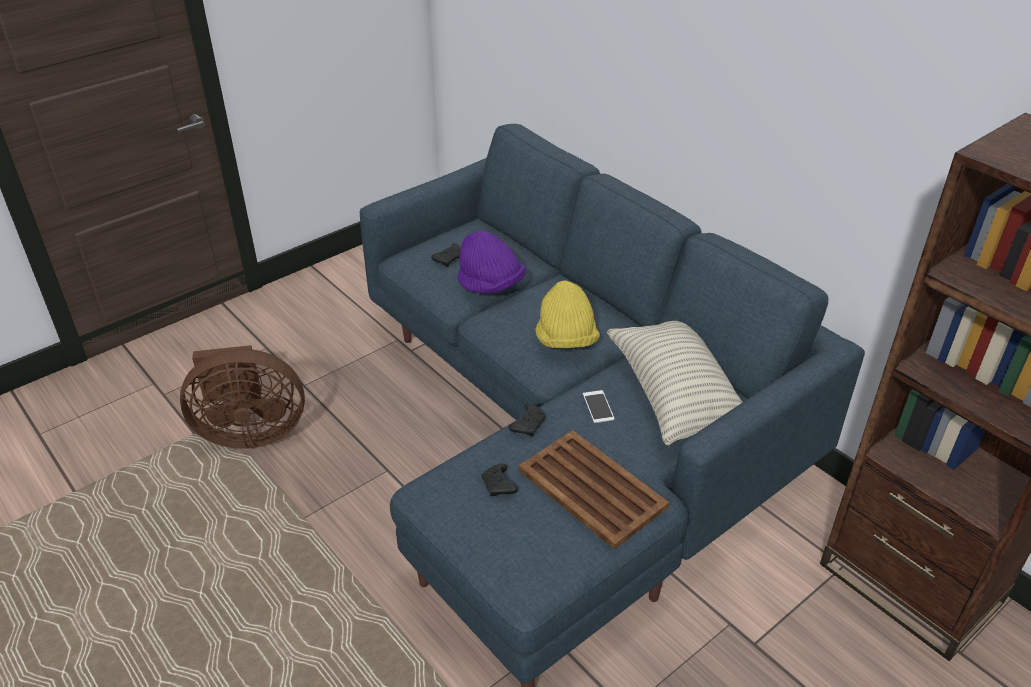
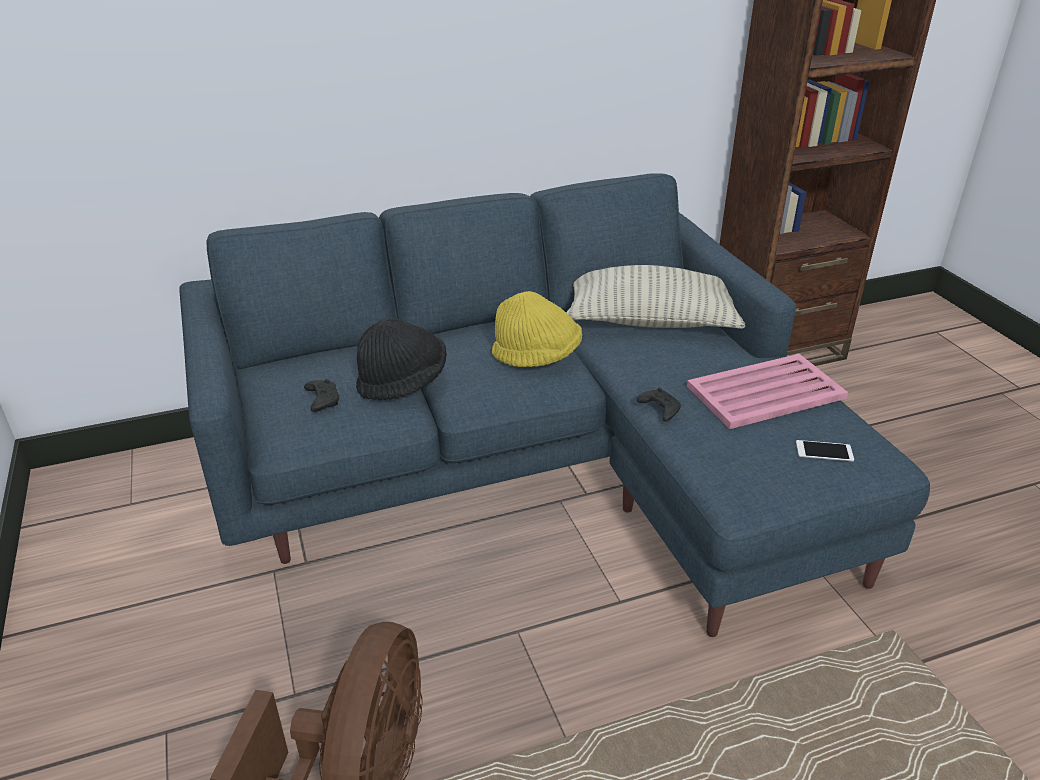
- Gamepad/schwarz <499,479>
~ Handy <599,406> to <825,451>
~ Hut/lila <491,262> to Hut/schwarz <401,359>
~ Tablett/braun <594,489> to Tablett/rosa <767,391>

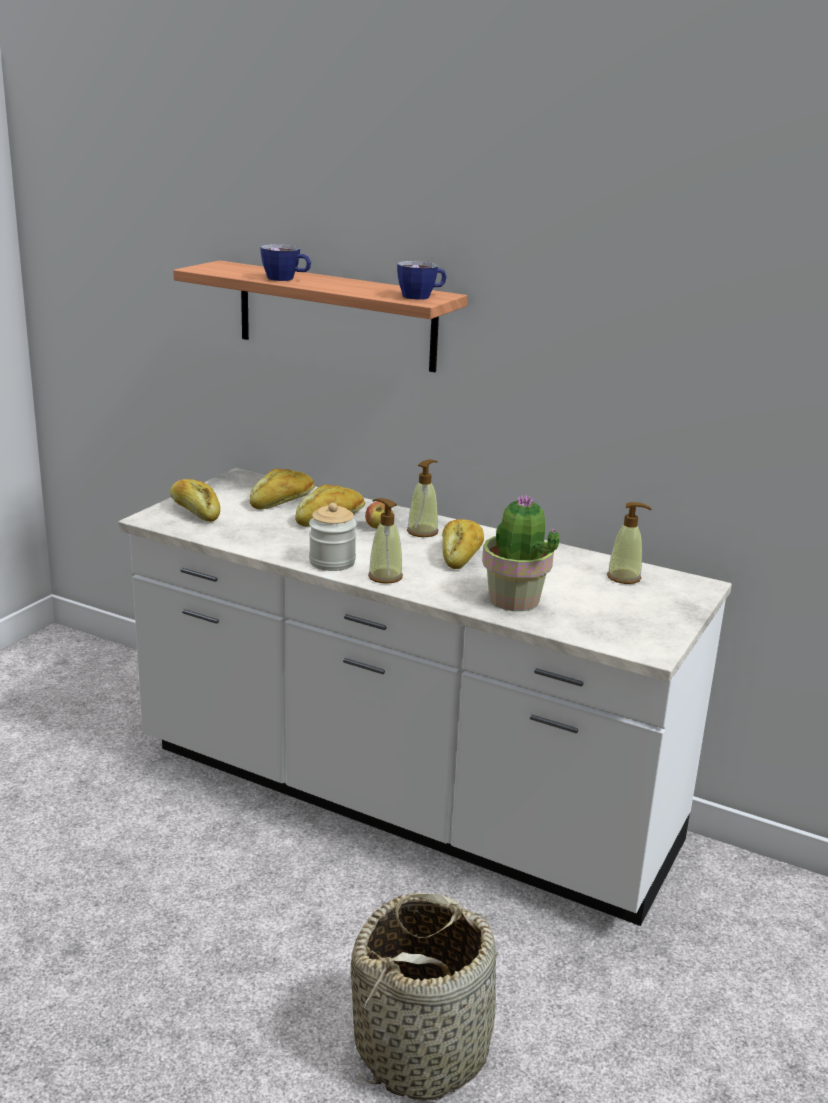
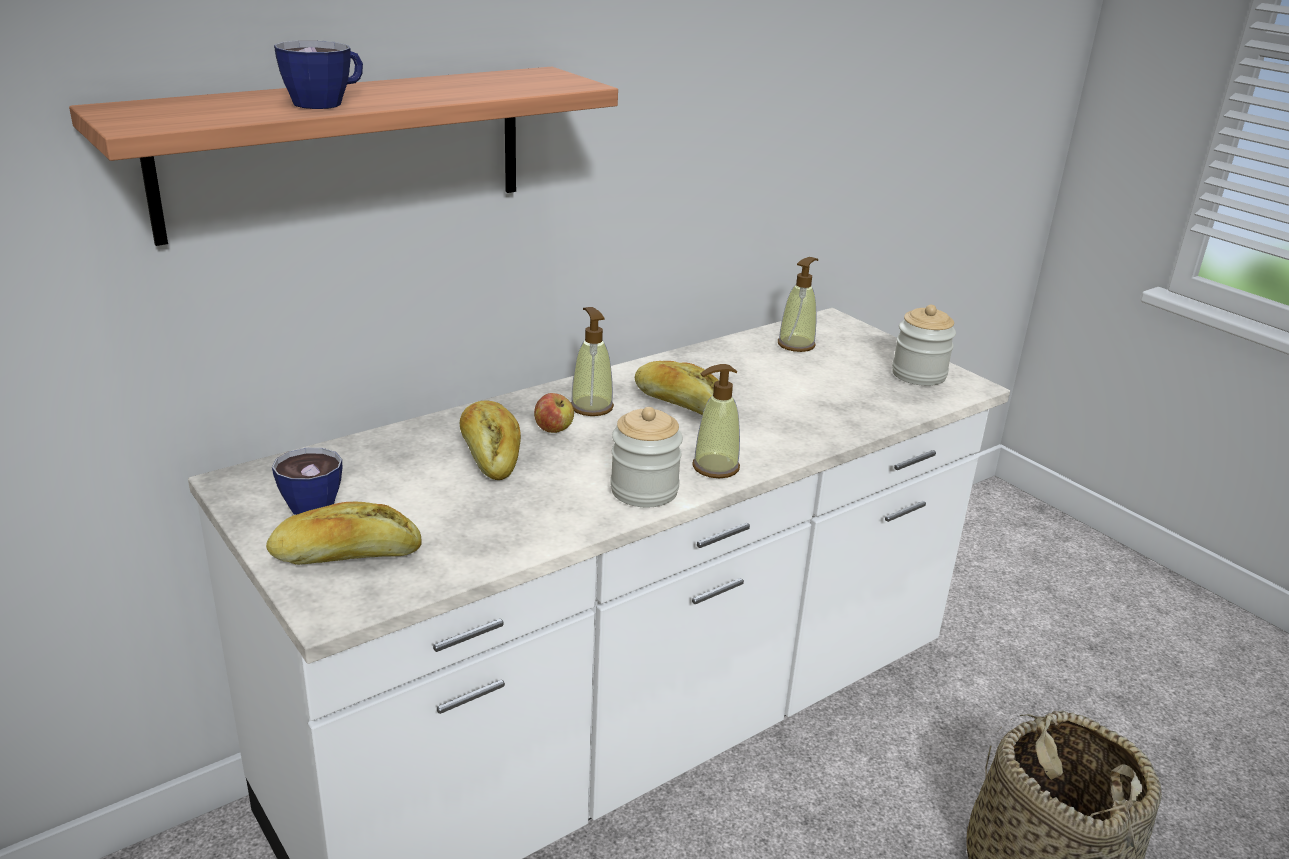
- Brot <282,489>
- Topfpflanze <520,552>
+ Vorratsglas <924,345>
~ Tasse <422,280> to <307,481>

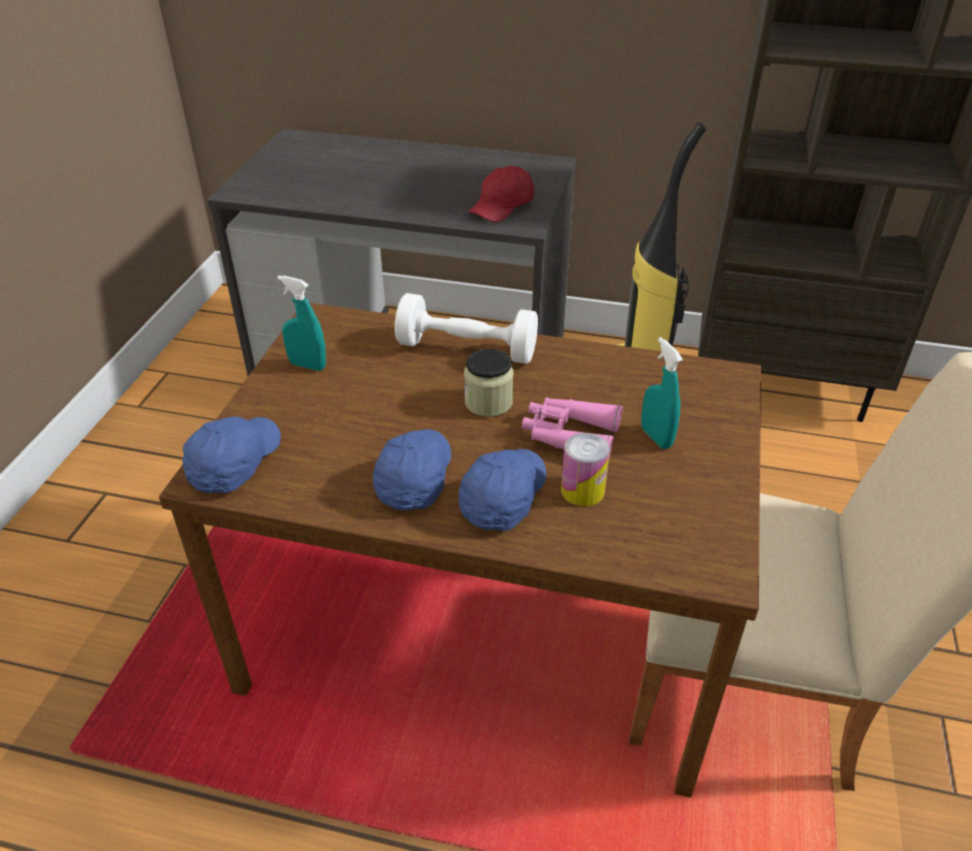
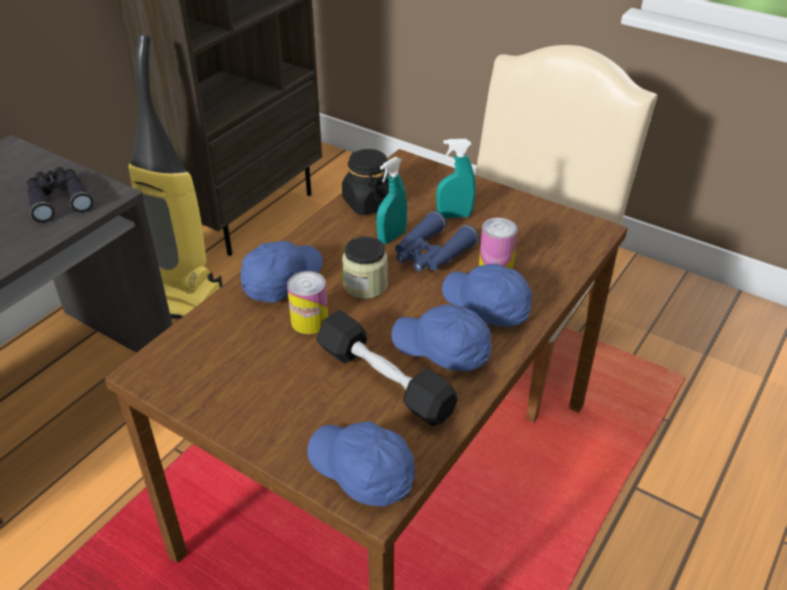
+ Dose <307,302>
+ Hantel/schwarz <387,368>
+ Vorratsglas/schwarz <365,182>
~ Sprühflasche/türkis <301,323> to <391,200>
~ Hantel/weiß <466,328> to Kappe/blau <281,272>
~ Kappe/rot <501,194> to Fernglas/schwarz <60,195>
~ Fernglas/rosa <572,427> to Fernglas/blau <437,241>

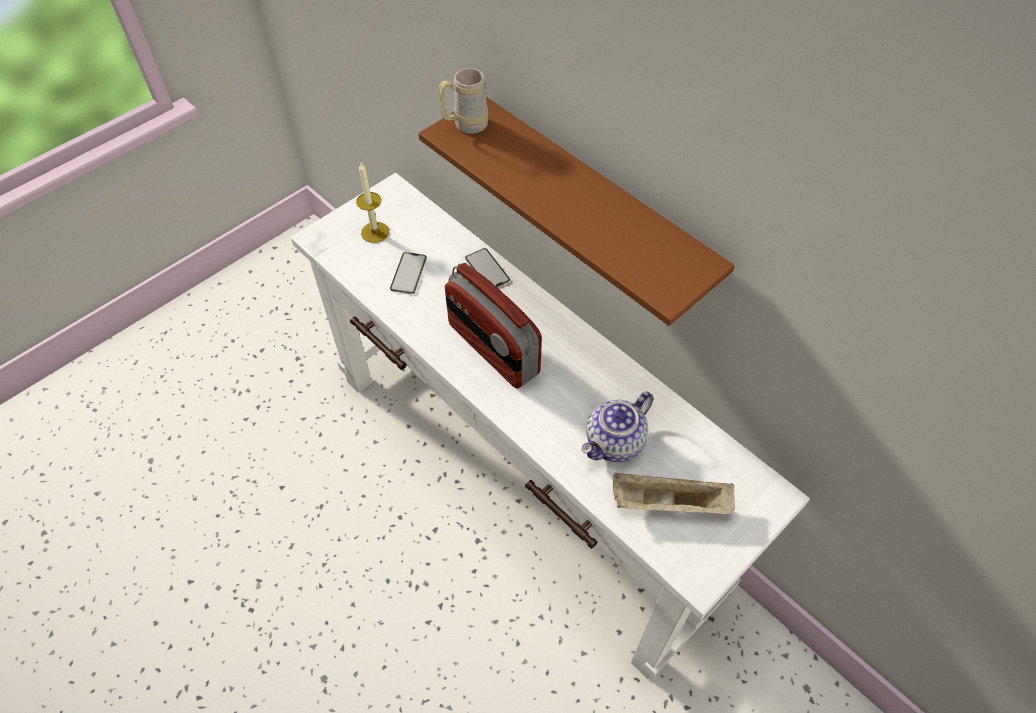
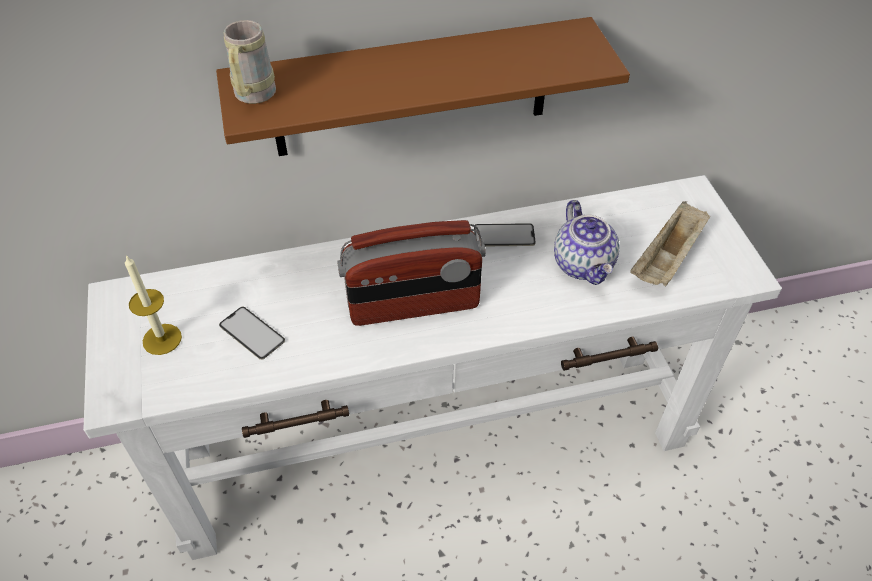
~ Handy <487,267> to <505,234>

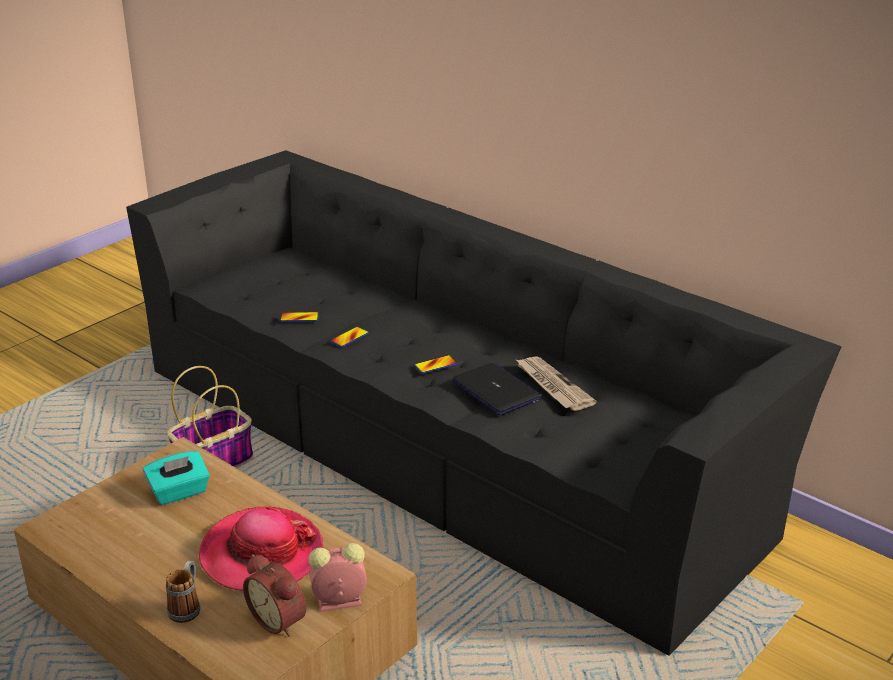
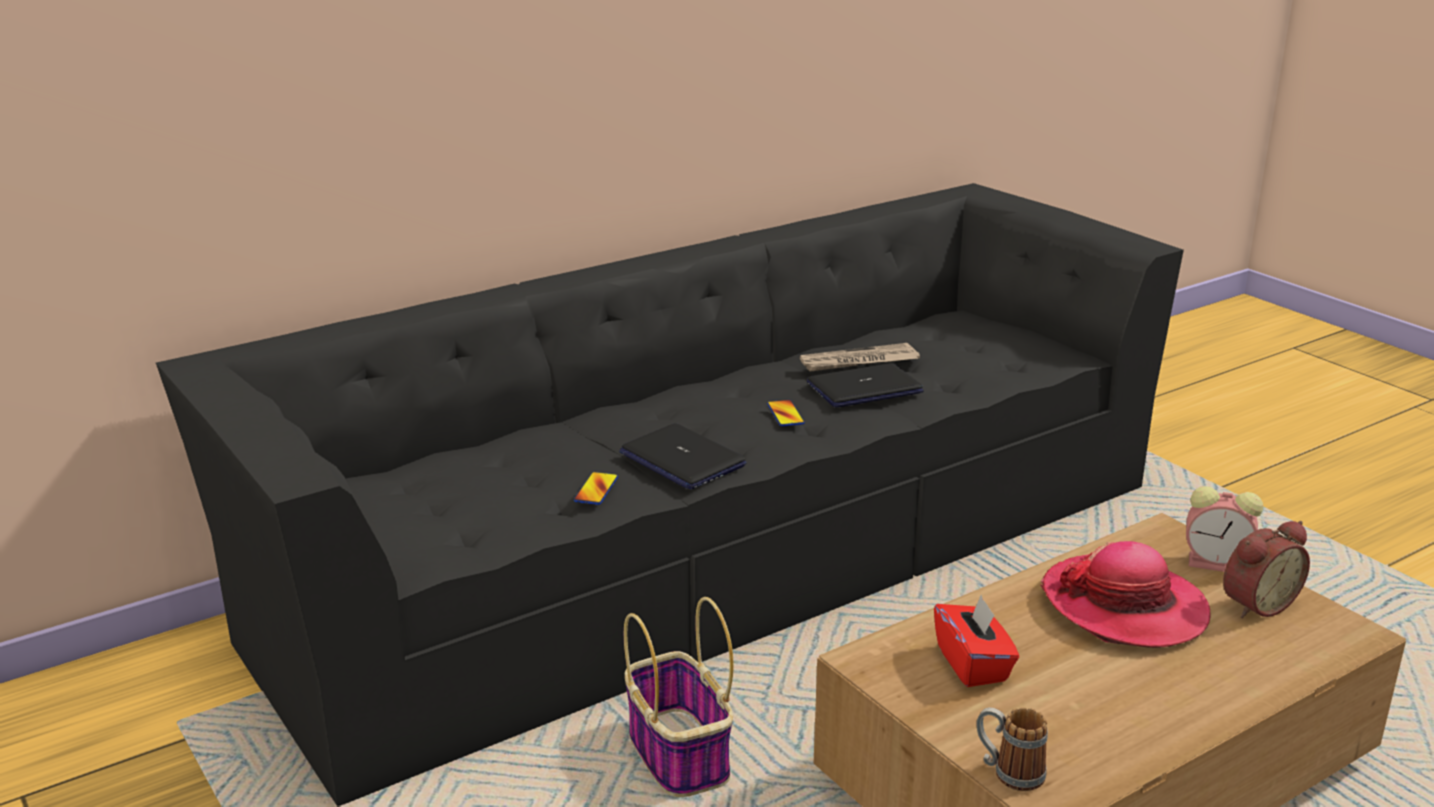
~ Henkelbecher <183,592> to <1012,749>
~ Handy <349,337> to Laptop <683,456>
~ Taschentuchbox/türkis <176,478> to Taschentuchbox/rot <976,641>
~ Wecker <337,577> = <1224,529> 75 degrees counterclockwise

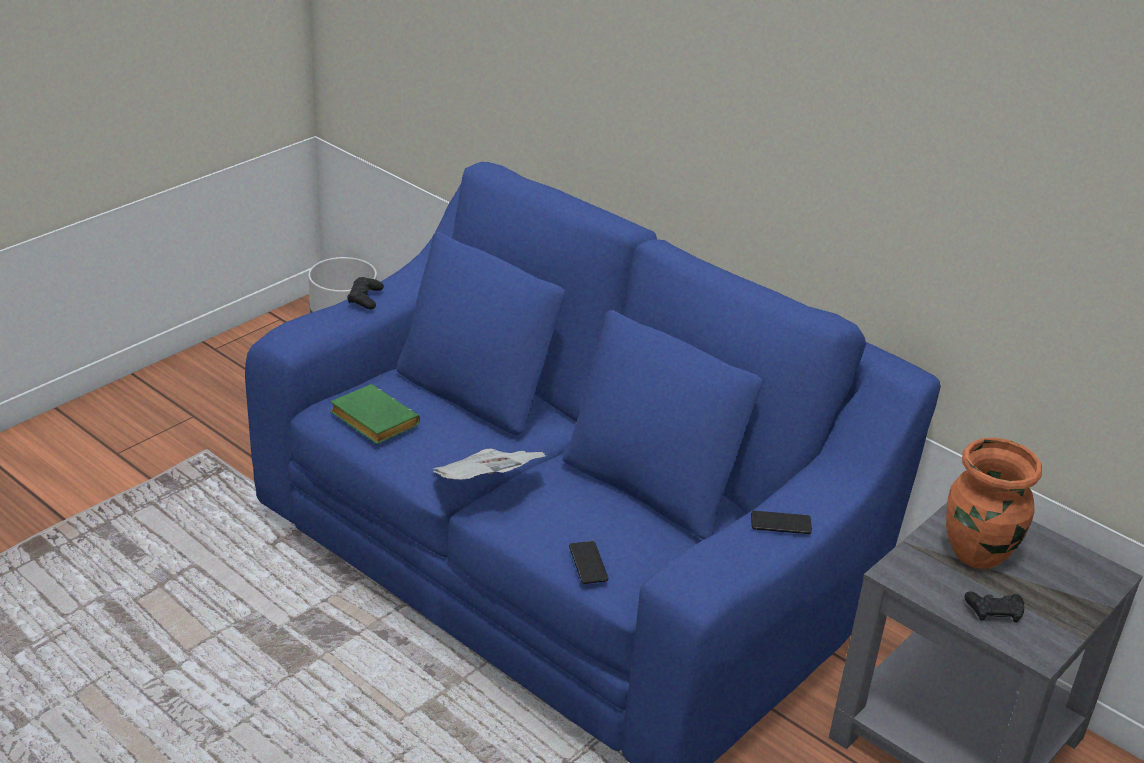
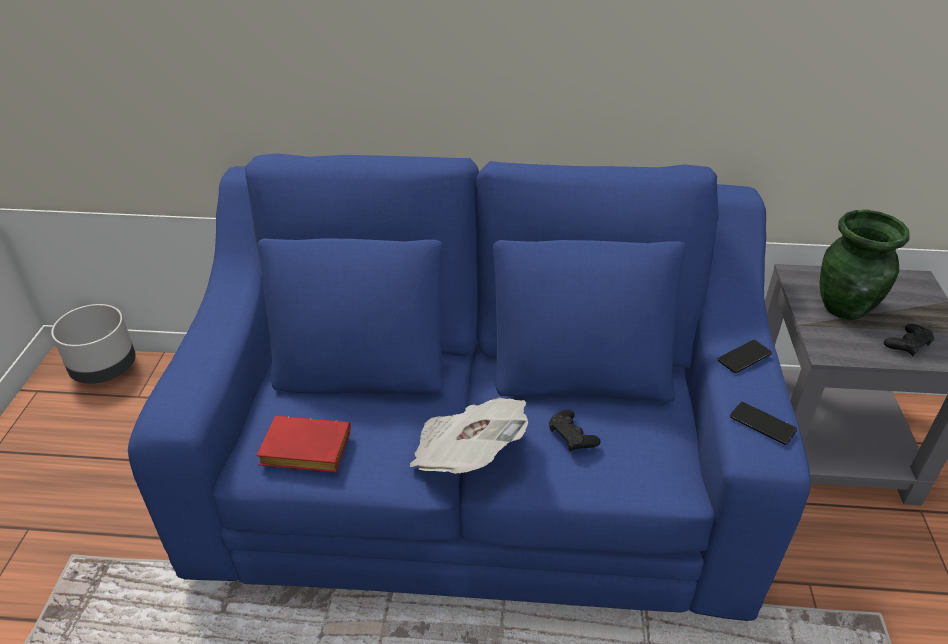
~ Gamepad/schwarz <365,293> to <574,431>
~ Handy <589,562> to <763,423>
~ Buch/grün <375,414> to Buch/rot <303,444>
~ Vase/orange <994,503> to Vase/grün <864,265>

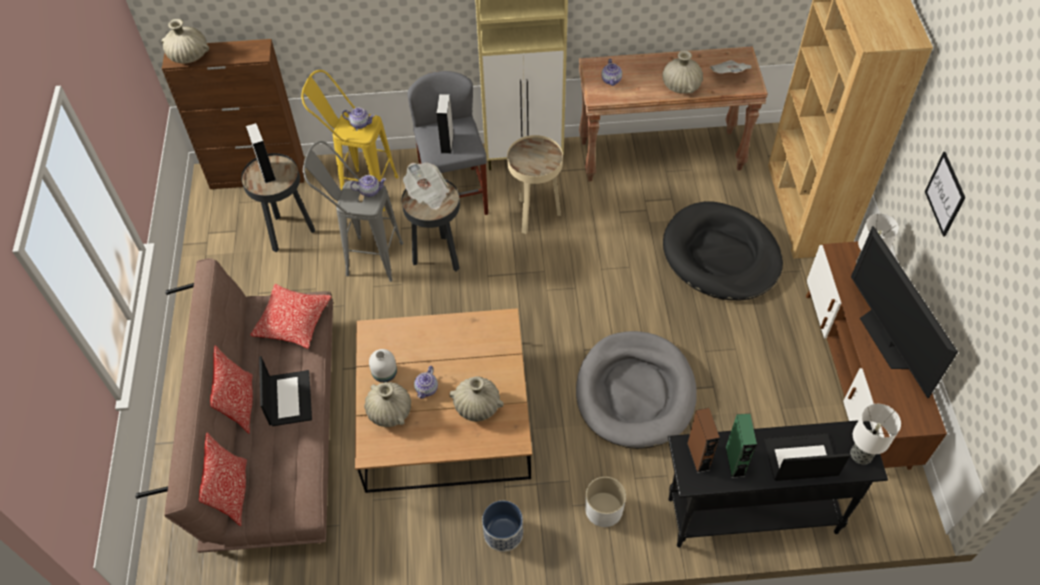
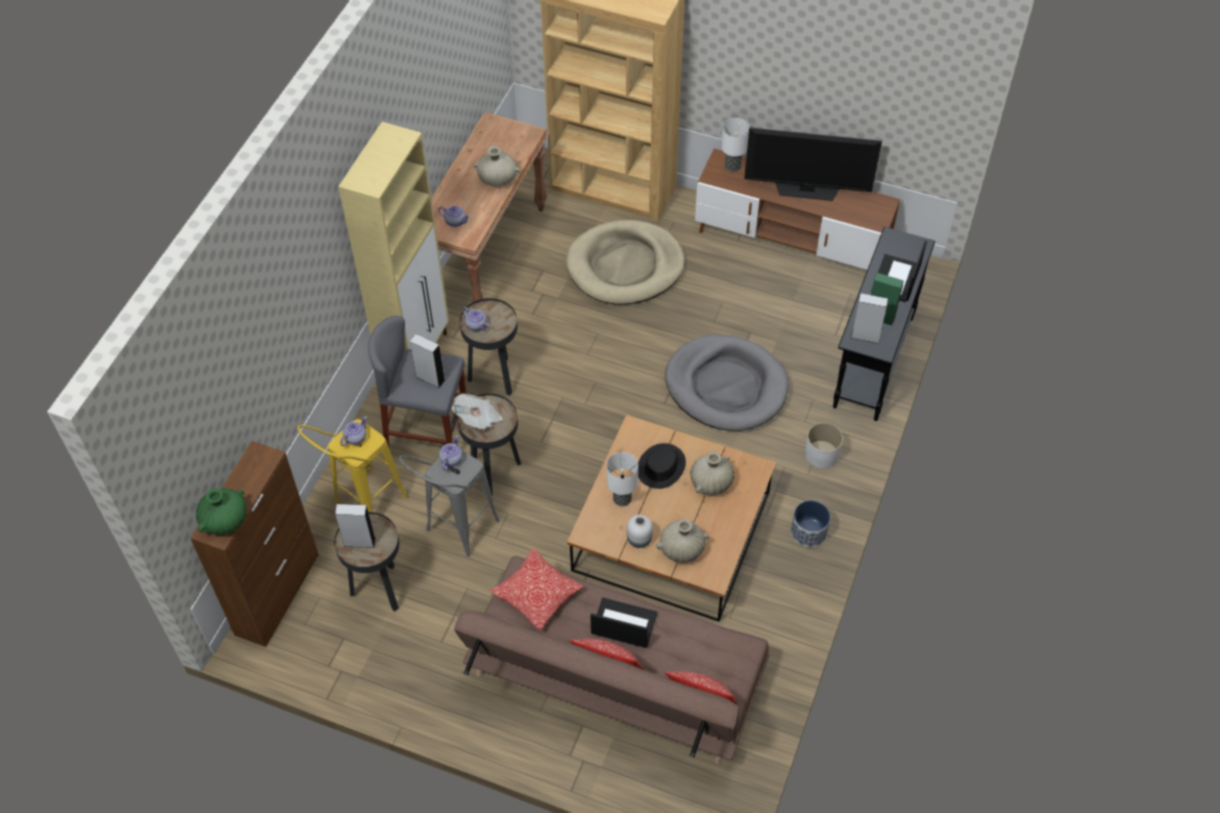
- Zeitung <731,67>
- Bild <945,194>
+ Hut/schwarz <662,466>
~ Teekanne <426,382> to <475,319>
~ Tischlampe <876,434> to <622,479>
~ Vase/beige <185,41> to Vase/grün <221,511>
~ Beistelltisch/beige <535,184> to Beistelltisch/schwarz <489,347>
~ Hundebett/schwarz <723,251> to Hundebett/beige <625,262>
~ Lautsprecher/braun <703,440> to Lautsprecher/grau <869,318>

